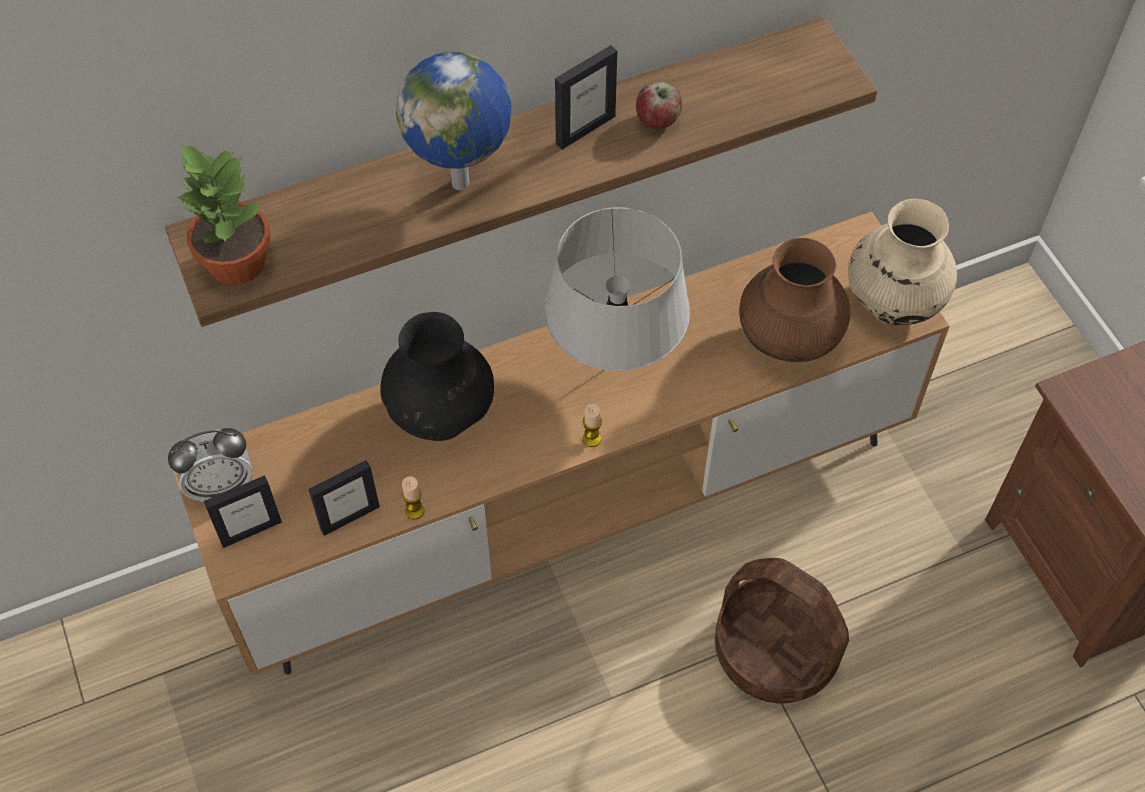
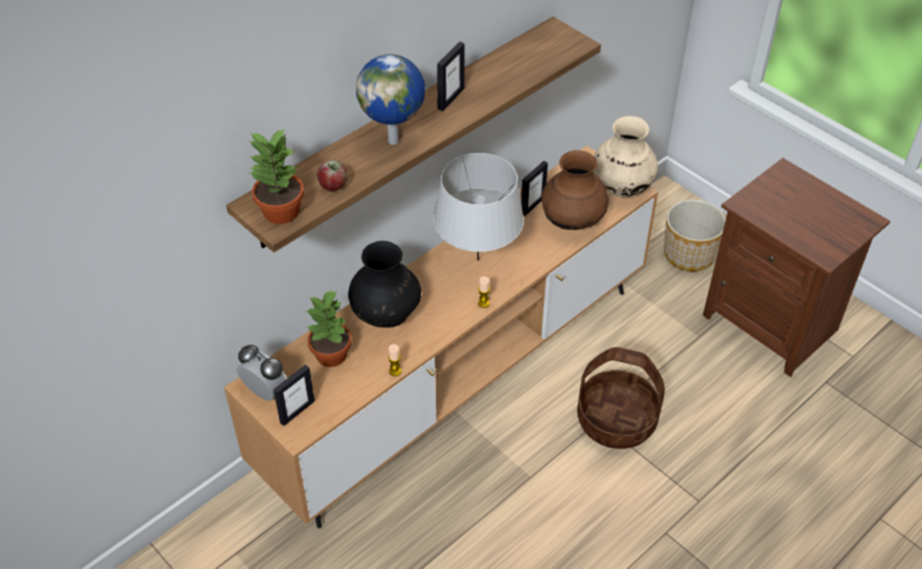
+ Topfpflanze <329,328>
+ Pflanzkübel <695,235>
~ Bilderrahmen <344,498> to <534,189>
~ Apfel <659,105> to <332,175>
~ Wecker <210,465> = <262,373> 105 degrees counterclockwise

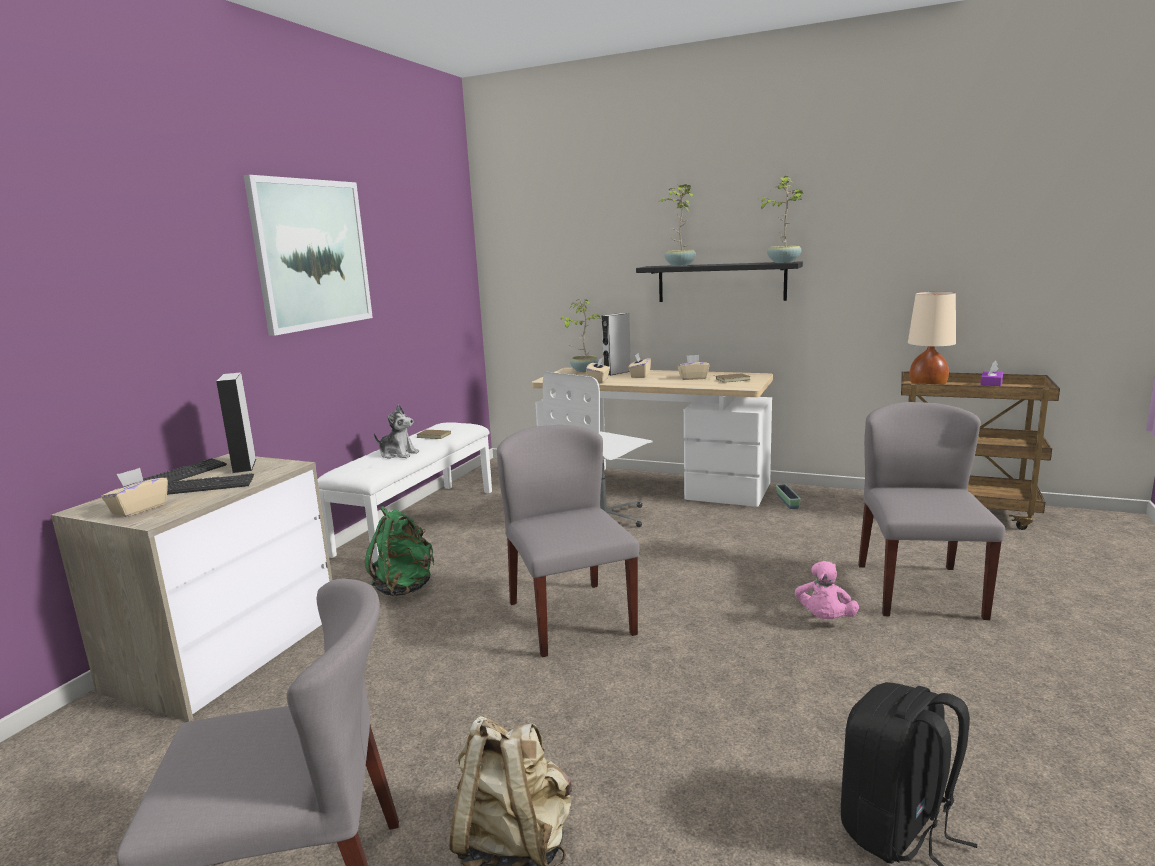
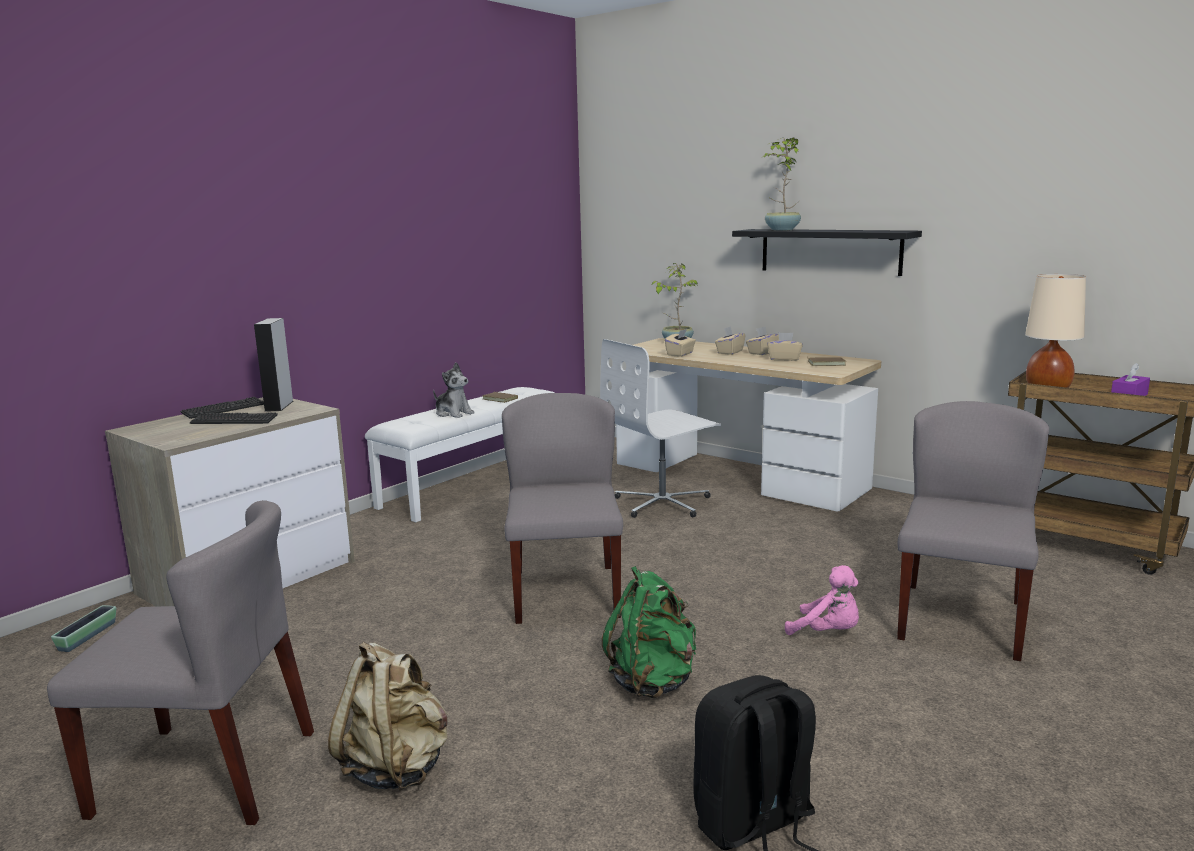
- Bild <308,255>
- Lautsprecher/grau <616,344>
- Topfpflanze <782,219>
~ Taschentuchbox/beige <134,492> to <762,341>
~ Rucksack/grün <400,551> to <649,632>
~ Pflanzkübel <788,496> to <83,628>
~ Plüschtier/rosa <827,590> = <822,600> 90 degrees counterclockwise

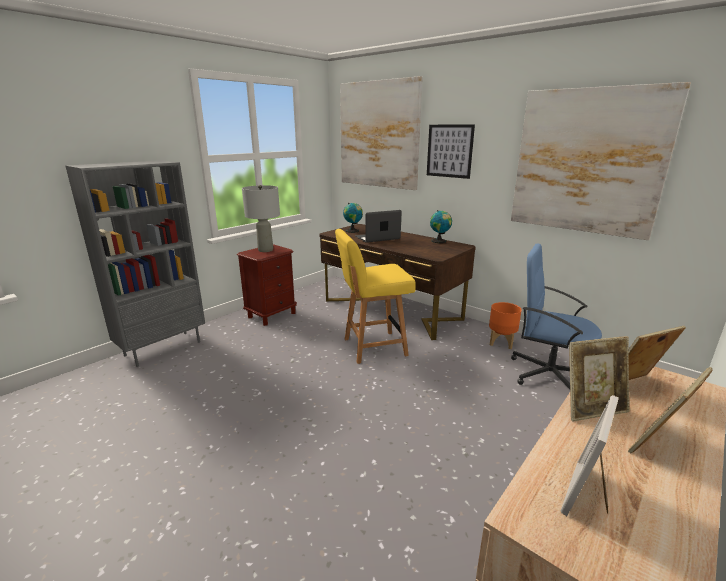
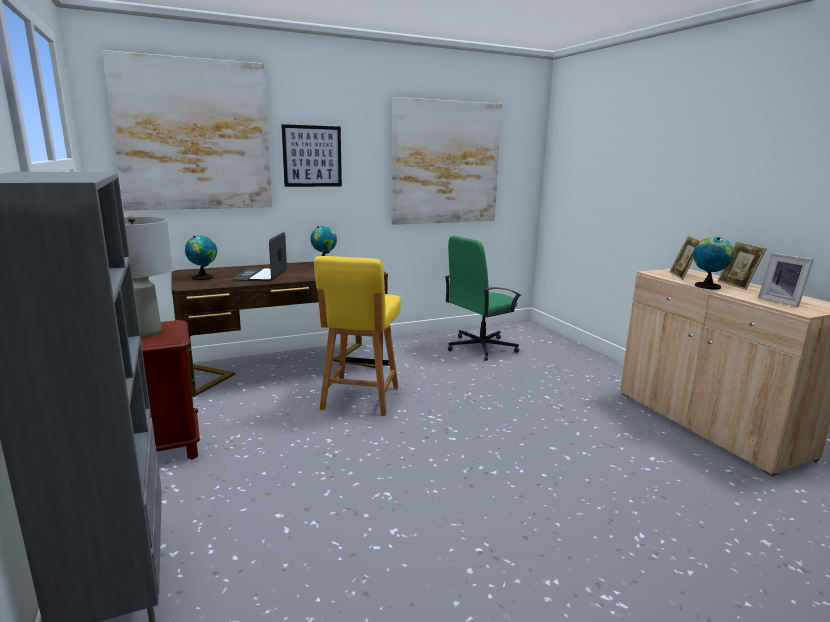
- Pflanzkübel/orange <505,325>
~ Bilderrahmen <599,378> to Globus <713,262>
~ Bürostuhl/blau <556,316> to Bürostuhl/grün <483,298>

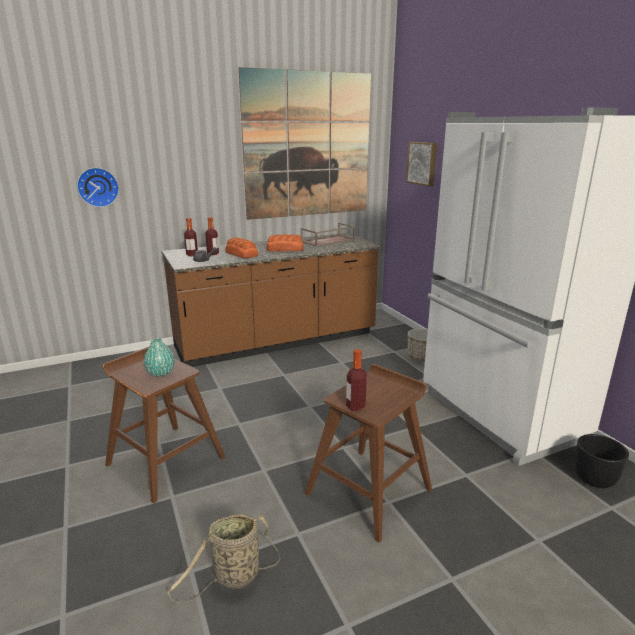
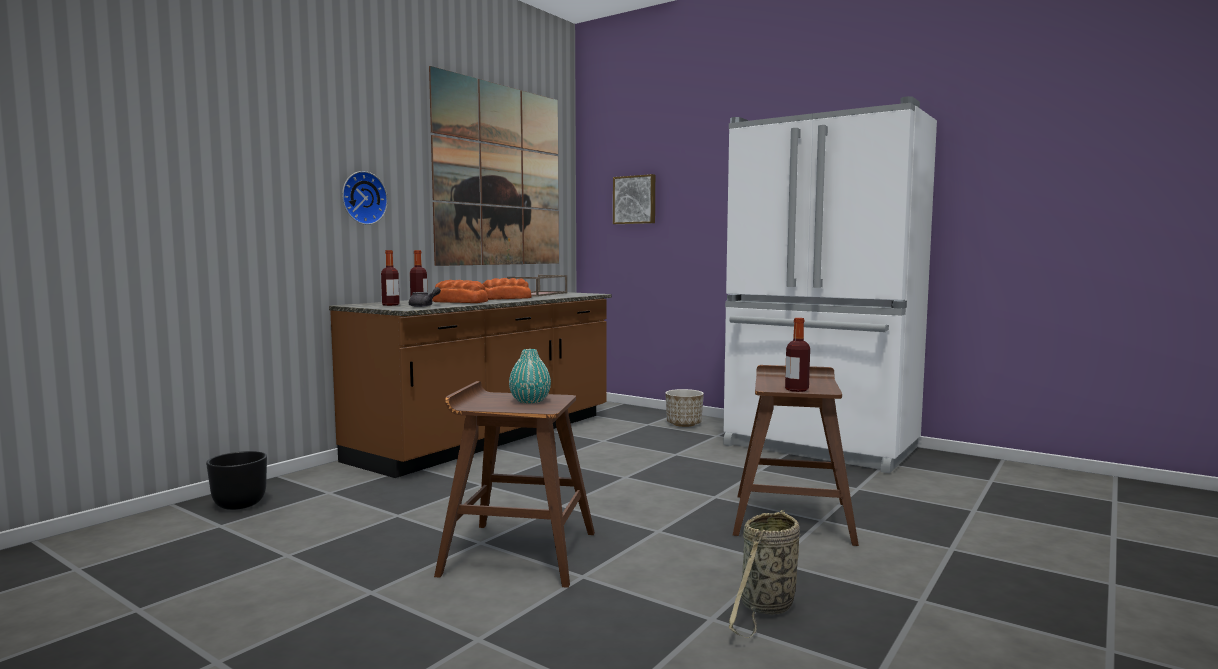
~ Wanduhr <98,187> to <365,198>
~ Pflanzkübel/schwarz <602,461> to <236,480>

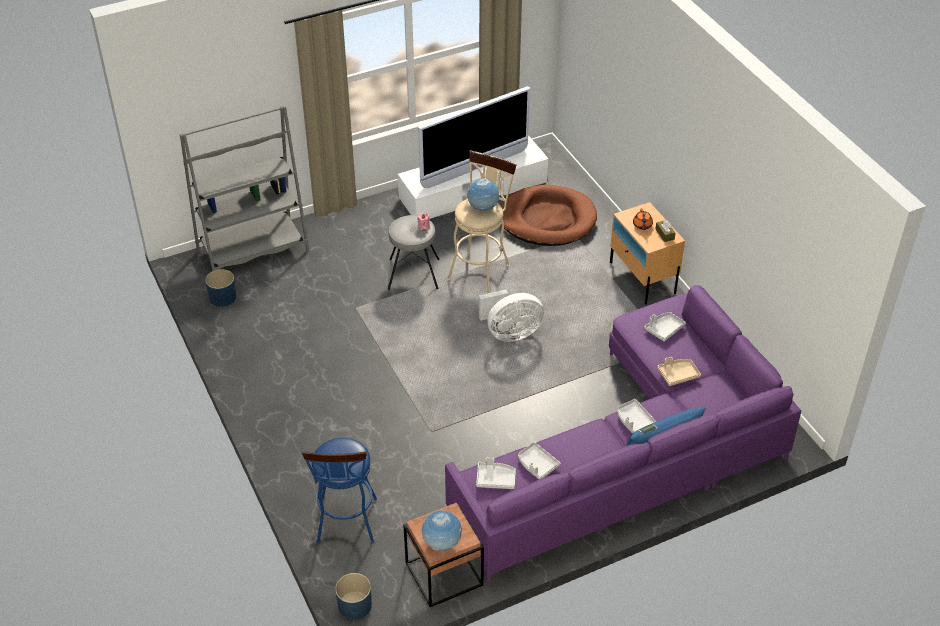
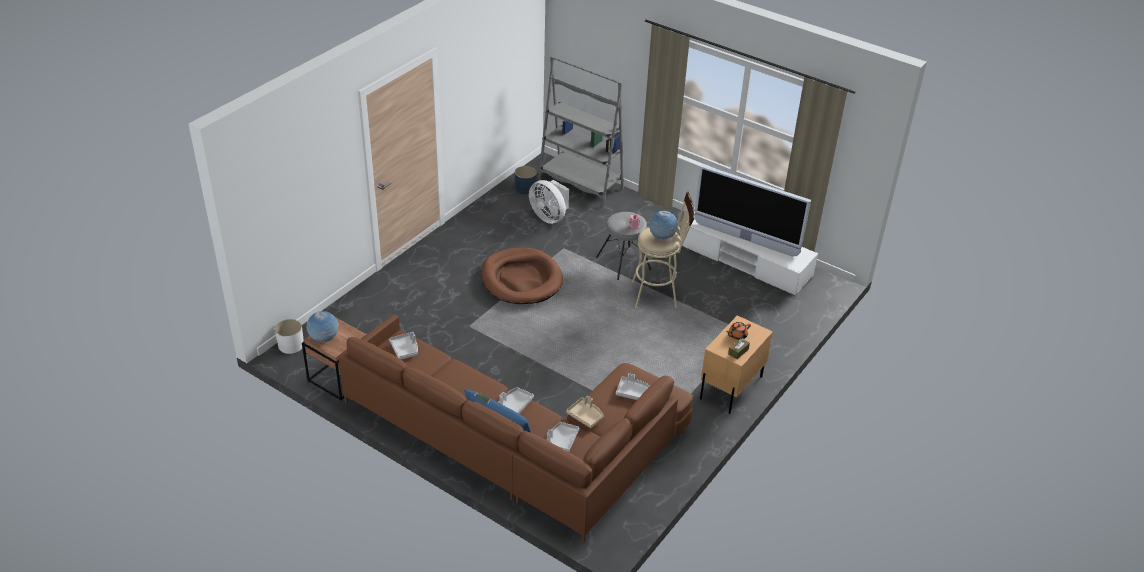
- Hocker/blau <339,491>
~ Ventilator/weiß <511,316> to <549,202>
~ Hundebett/braun <549,215> to <522,275>
~ Tablett/grau <539,460> to <562,437>
~ Pflanzkübel/blau <353,596> to Pflanzkübel/weiß <289,336>
~ Sofa/lila <623,434> to Sofa/braun <515,428>

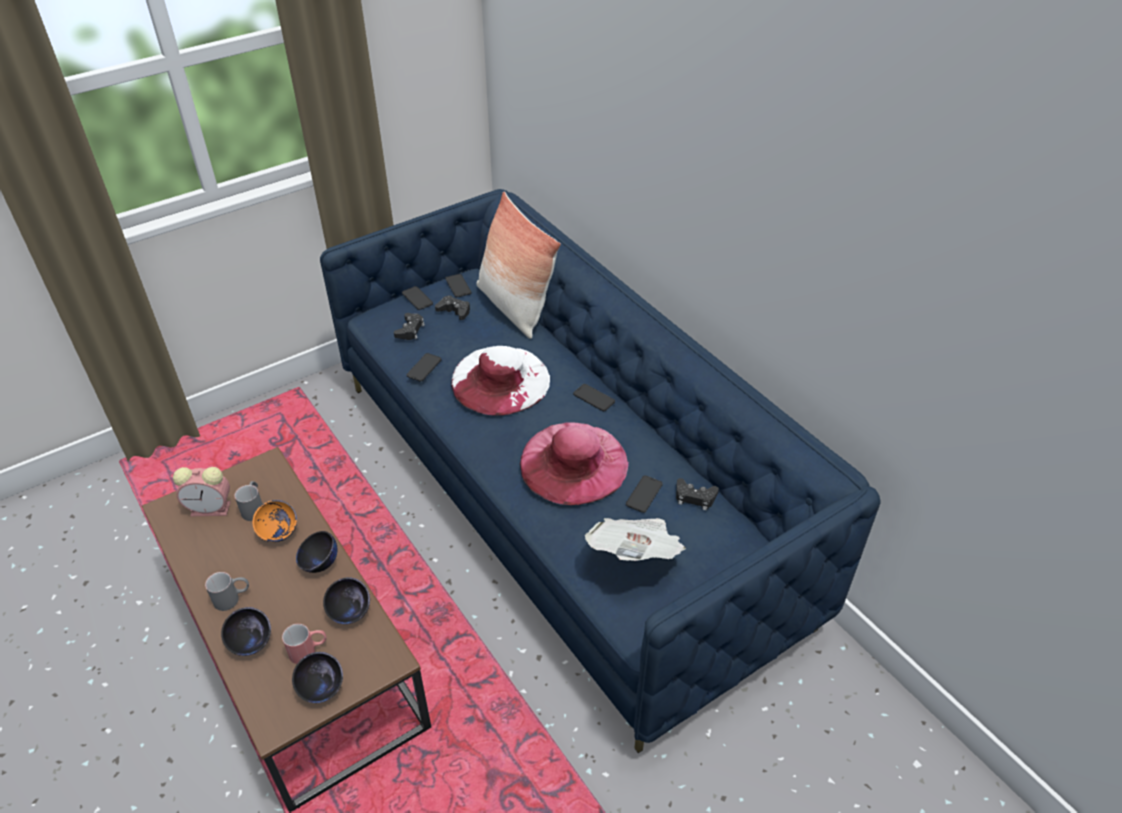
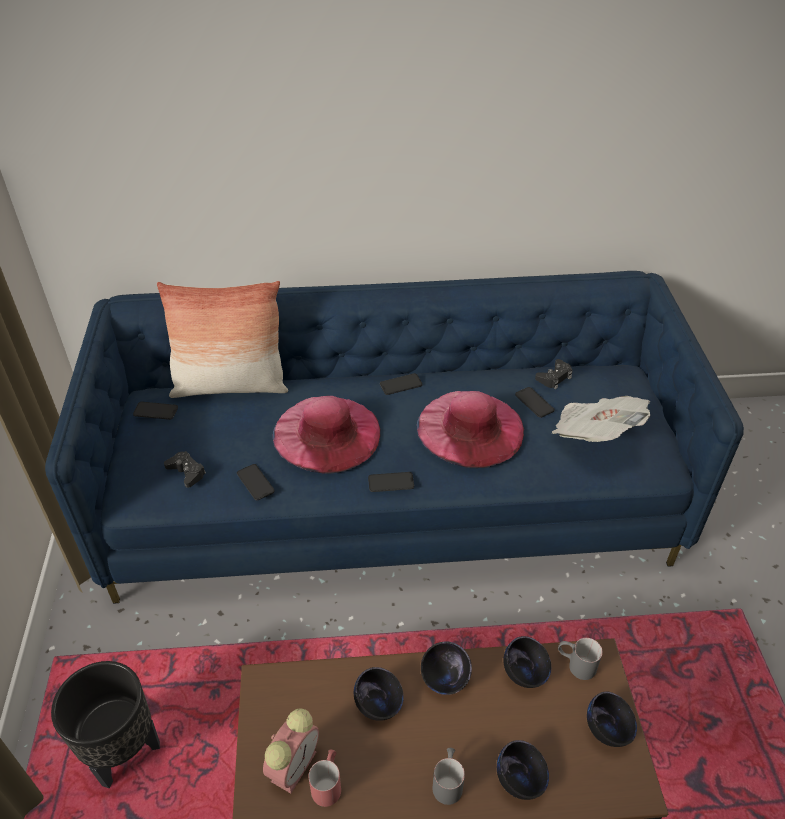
- Gamepad/schwarz <452,307>
+ Pflanzkübel/schwarz <105,724>
~ Henkelbecher/grau <248,501> to <580,659>
~ Henkelbecher/rot <304,644> to <324,778>
~ Handy <417,298> to <391,482>
~ Schüssel/orange <275,521> to Schüssel/schwarz <379,694>
~ Hut/weiß <500,380> to Hut/rosa <327,435>

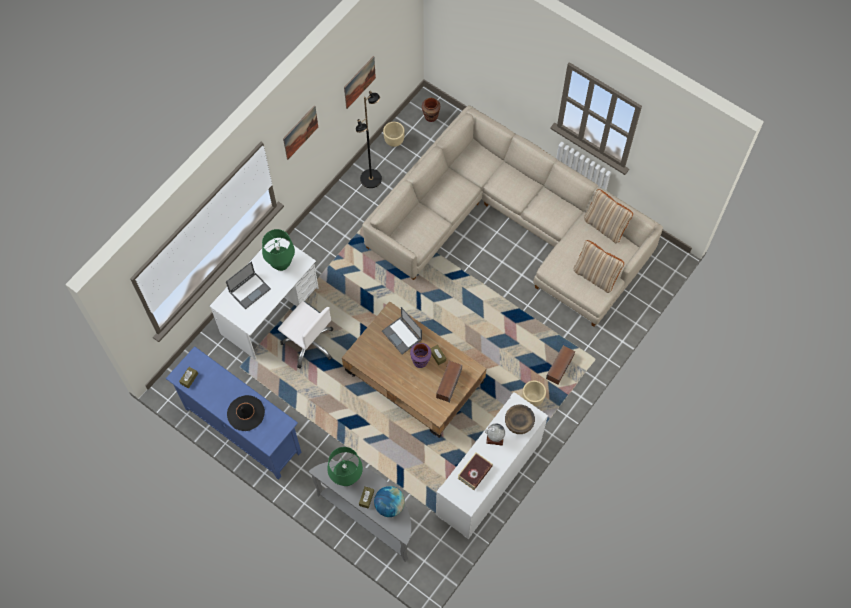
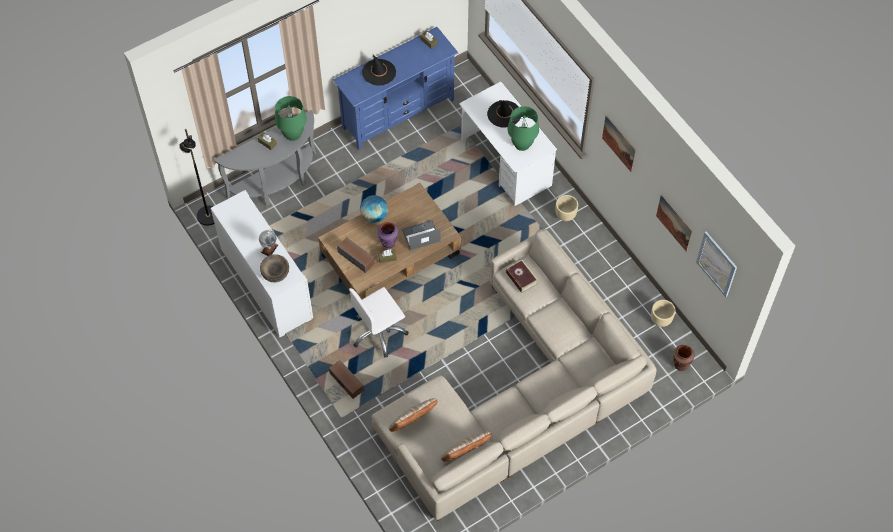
+ Bild <716,264>
~ Bürostuhl/weiß <306,335> to <378,322>
~ Stehlampe/schwarz <369,139> to <196,177>
~ Globus <389,501> to <374,209>
~ Buch <475,471> to <522,276>
~ Pflanzkübel/beige <534,393> to <567,208>
~ Laptop <248,285> to Hut/schwarz <504,114>

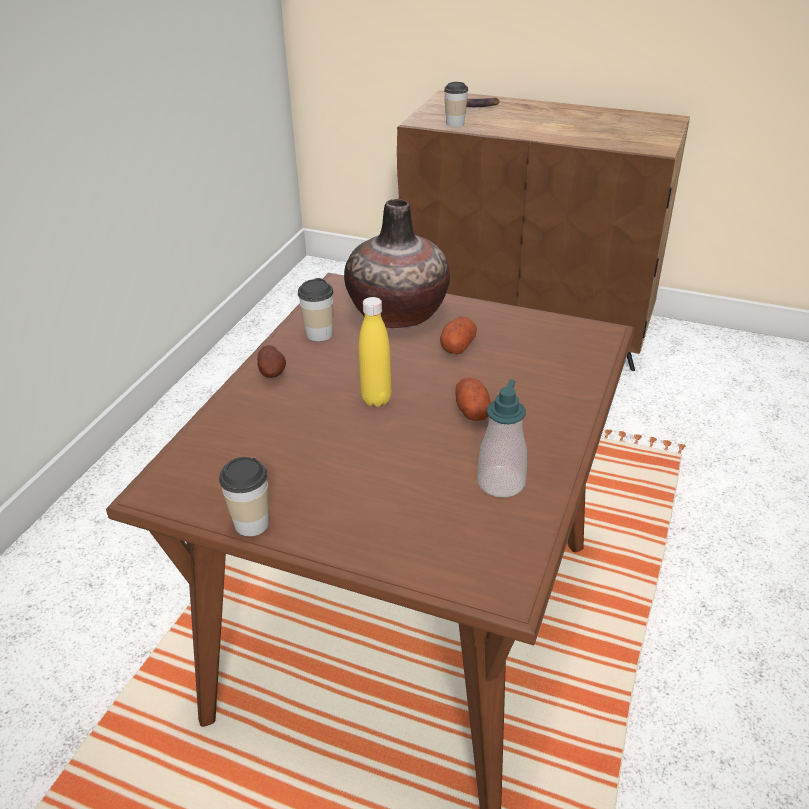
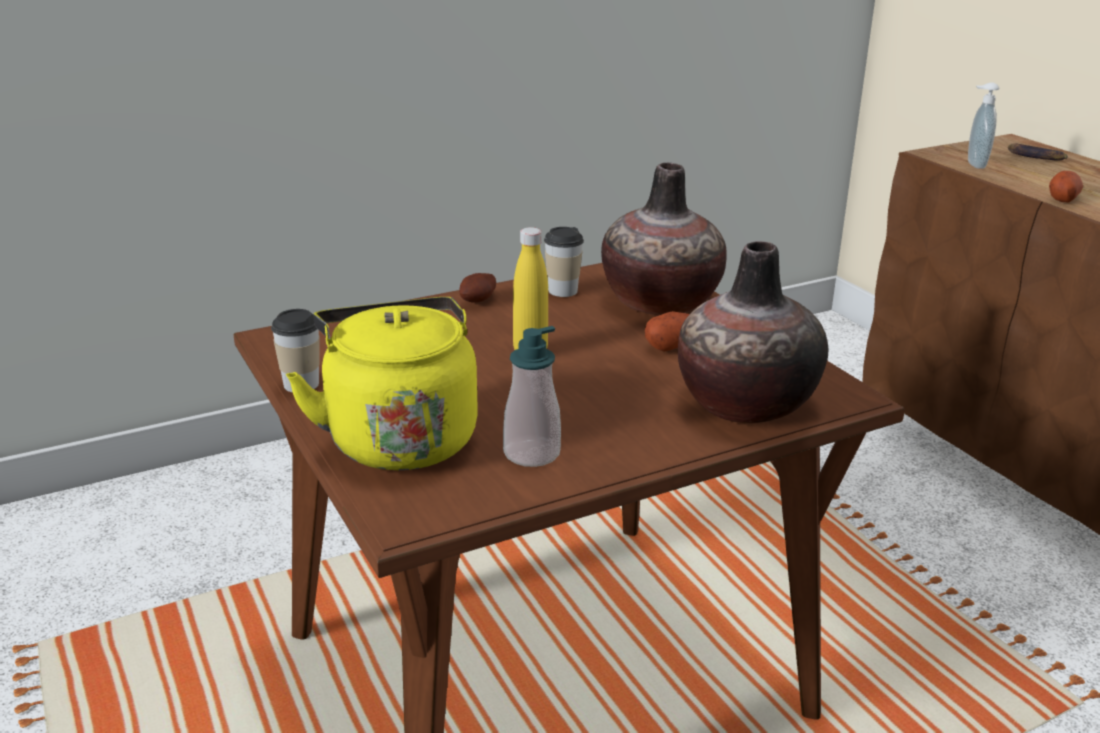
+ Wasserkessel/gelb <382,383>
+ Vase <753,332>
~ Kartoffel <473,399> to <1066,186>
~ Tasse <456,104> to Seifenspender <983,125>

